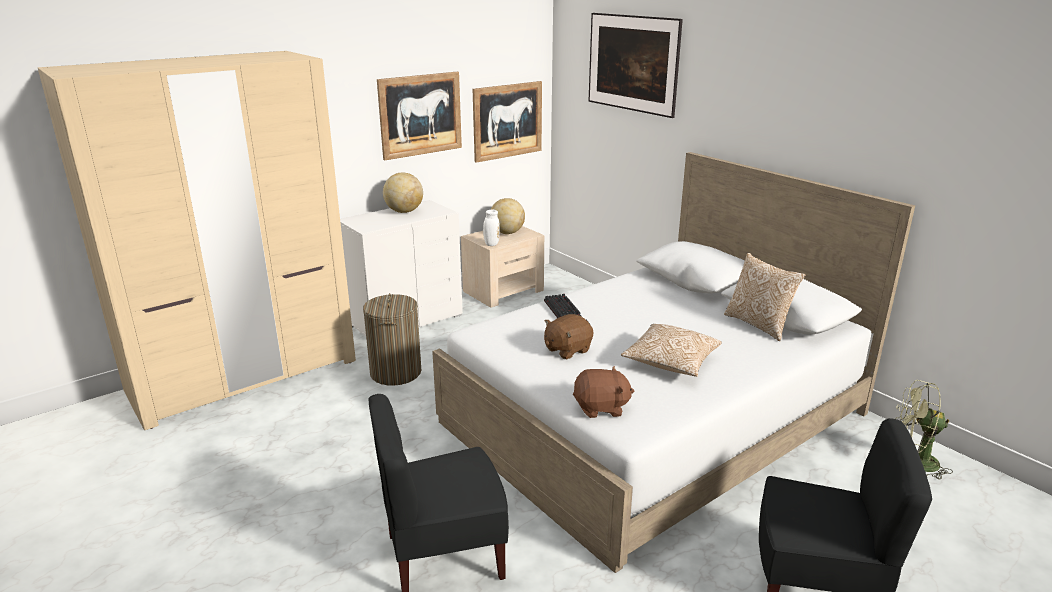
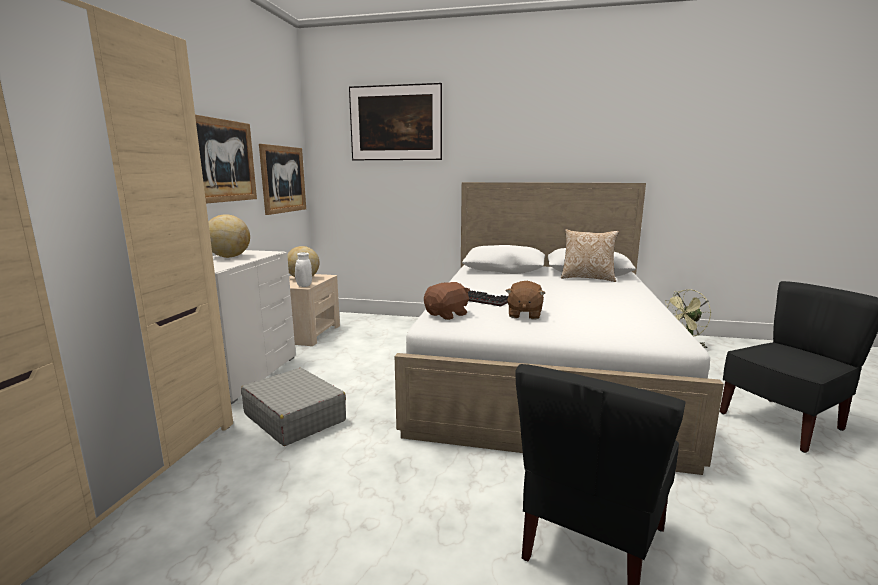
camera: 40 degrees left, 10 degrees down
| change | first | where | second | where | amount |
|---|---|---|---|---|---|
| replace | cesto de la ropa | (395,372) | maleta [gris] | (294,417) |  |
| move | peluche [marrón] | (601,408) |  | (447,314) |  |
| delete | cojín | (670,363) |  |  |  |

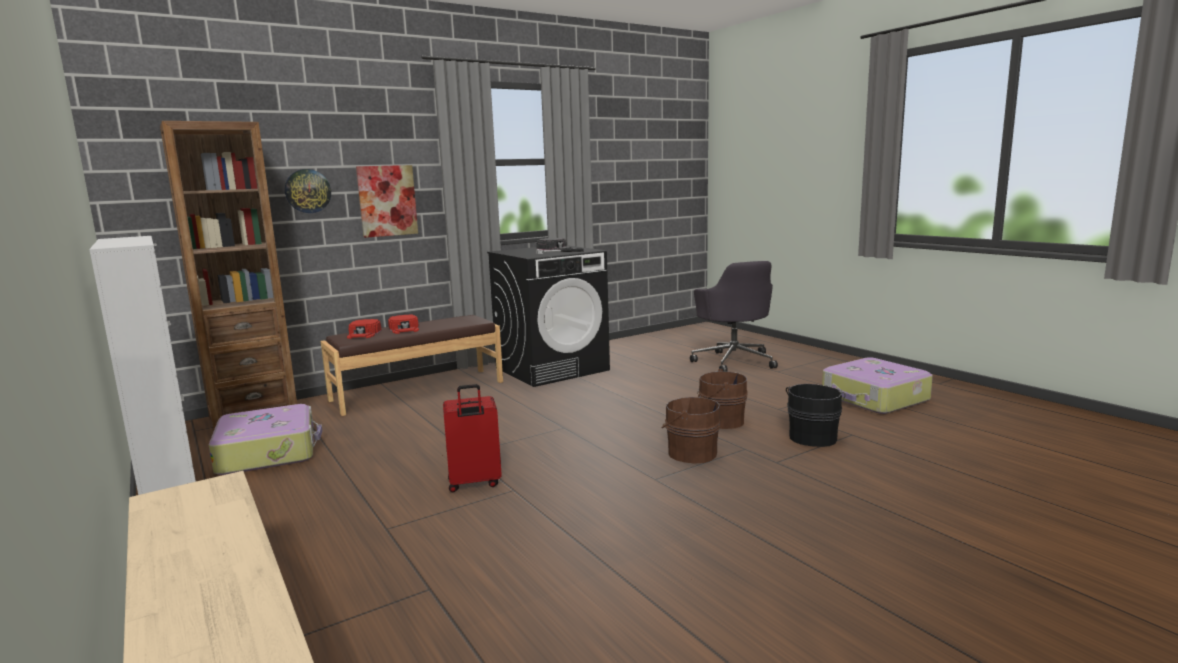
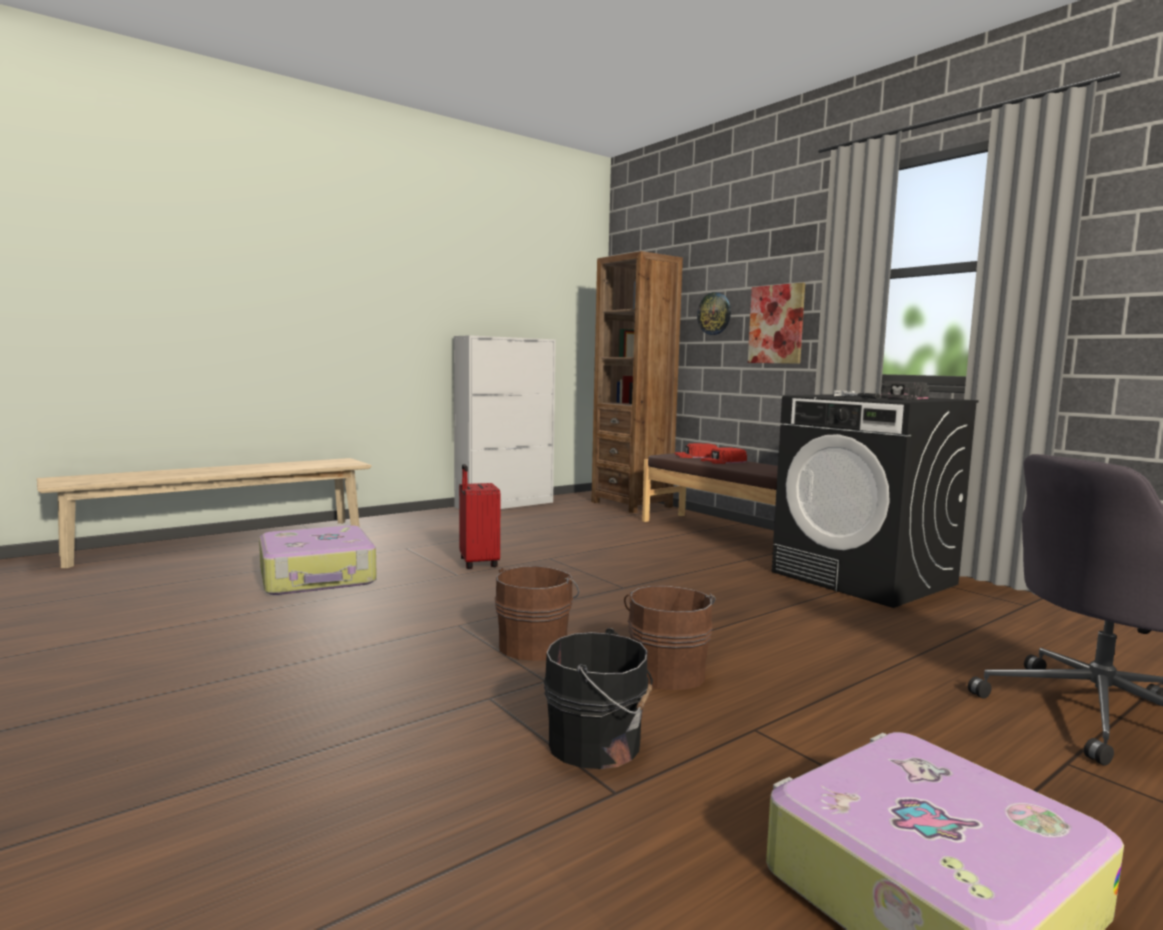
camera: 85 degrees right, 5 degrees down
| change | first | where | second | where | amount |
|---|---|---|---|---|---|
| move | maleta | (268,452) |  | (318,577) |  |

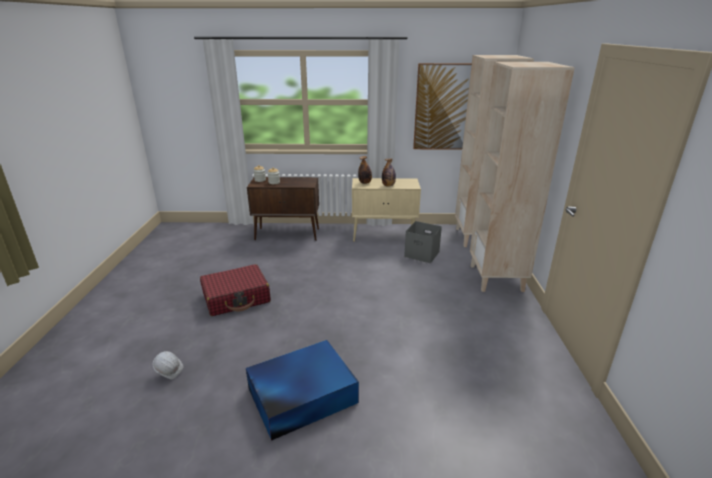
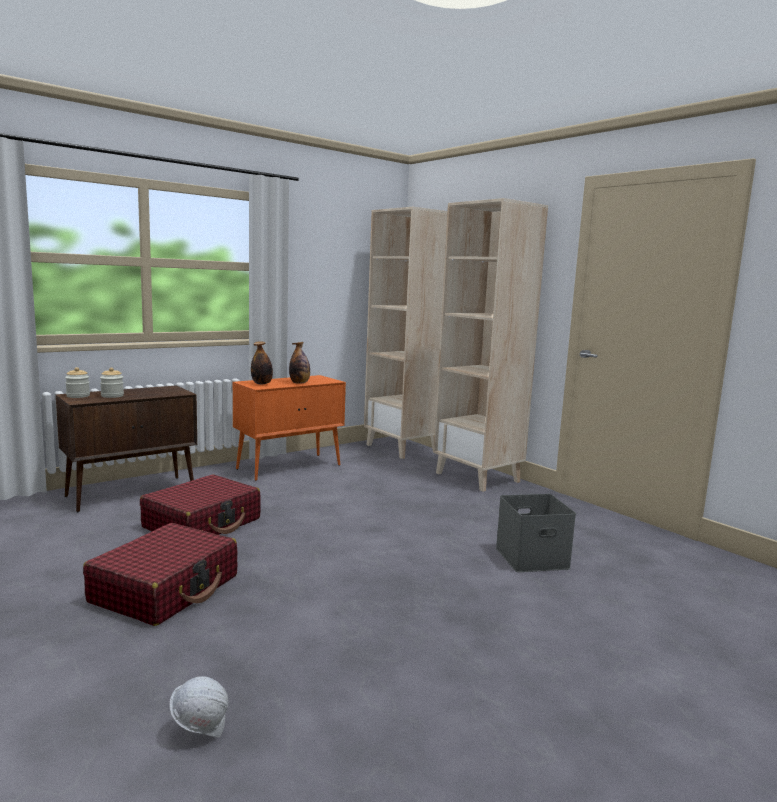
camera: 40 degrees left, 15 degrees down
| change | first | where | second | where | amount |
|---|---|---|---|---|---|
| insert |  |  | maleta [rojo] | (203,523) |  |
| recolor | armario [beis] | (384,236) | armario [naranja] | (290,467) |  |
| move | caja de almacenaje [gris] | (422,254) |  | (532,557) |  |
| delete | caja de almacenaje [azul] | (301,395) |  |  |  |
| delete | cuadro | (443,107) |  |  |  |

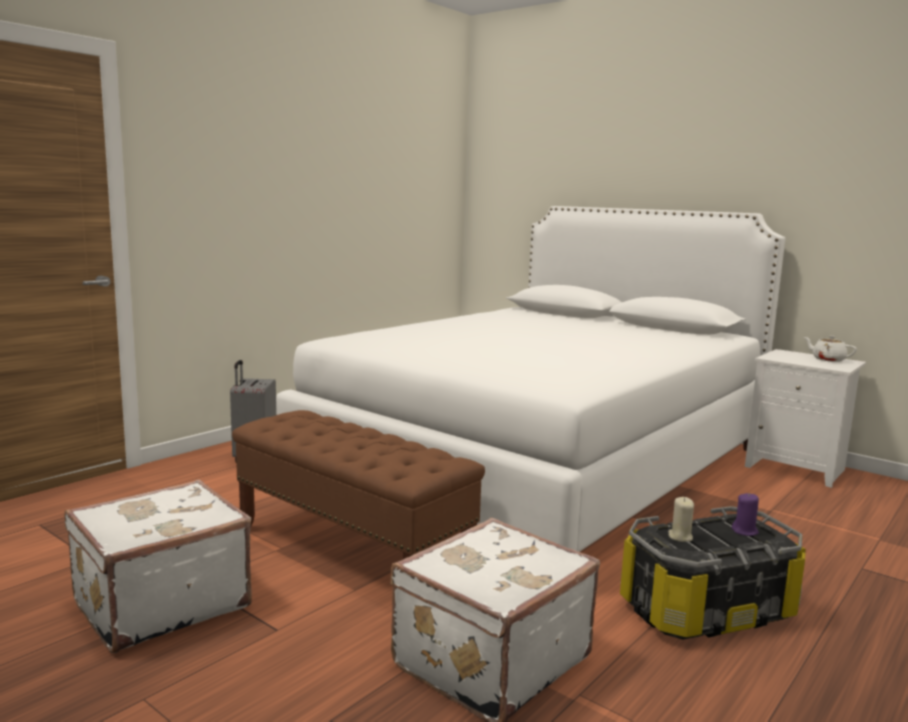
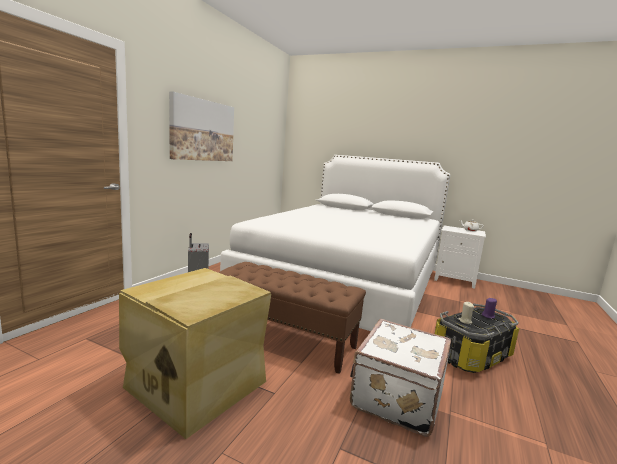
camera: 15 degrees left, 0 degrees up
| change | first | where | second | where | amount |
|---|---|---|---|---|---|
| replace | maleta [blanco] | (160,603) | caja de almacenaje [beis] | (194,384) |  |
| insert |  |  | cuadro | (203,130) |  |

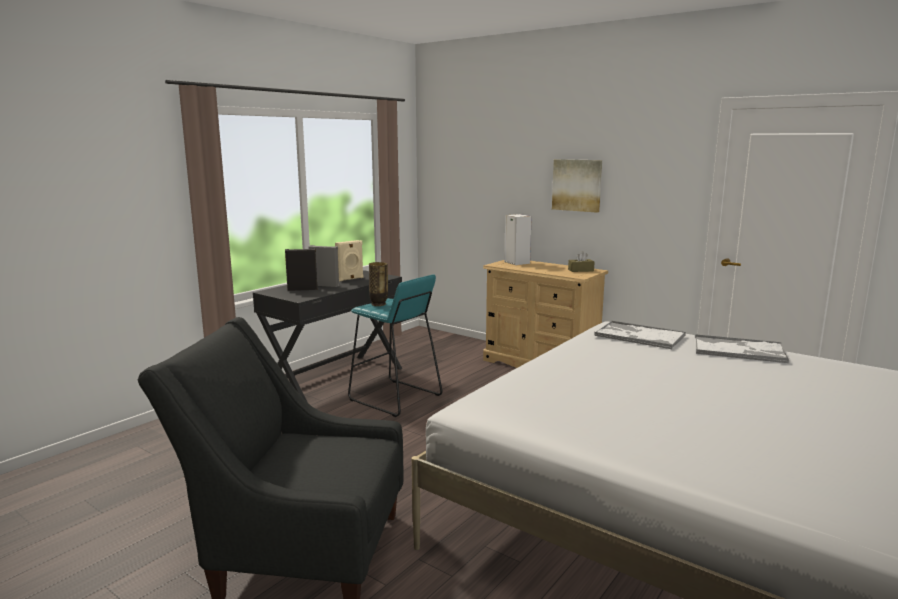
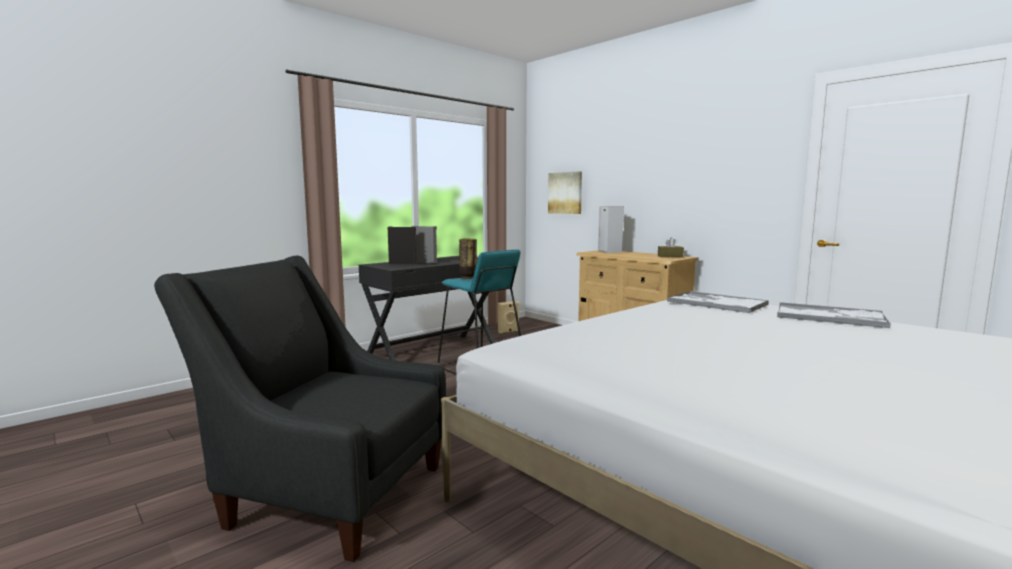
camera: 10 degrees right, 5 degrees down
| change | first | where | second | where | amount |
|---|---|---|---|---|---|
| move | altavoz [beis] | (350,279) |  | (508,331) |  |
| move | cuadro | (577,185) |  | (565,193) |  |

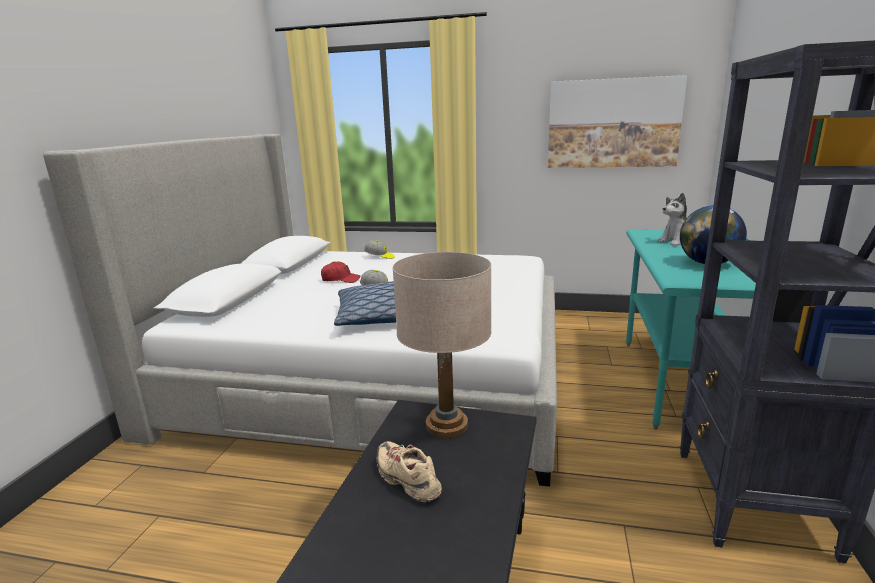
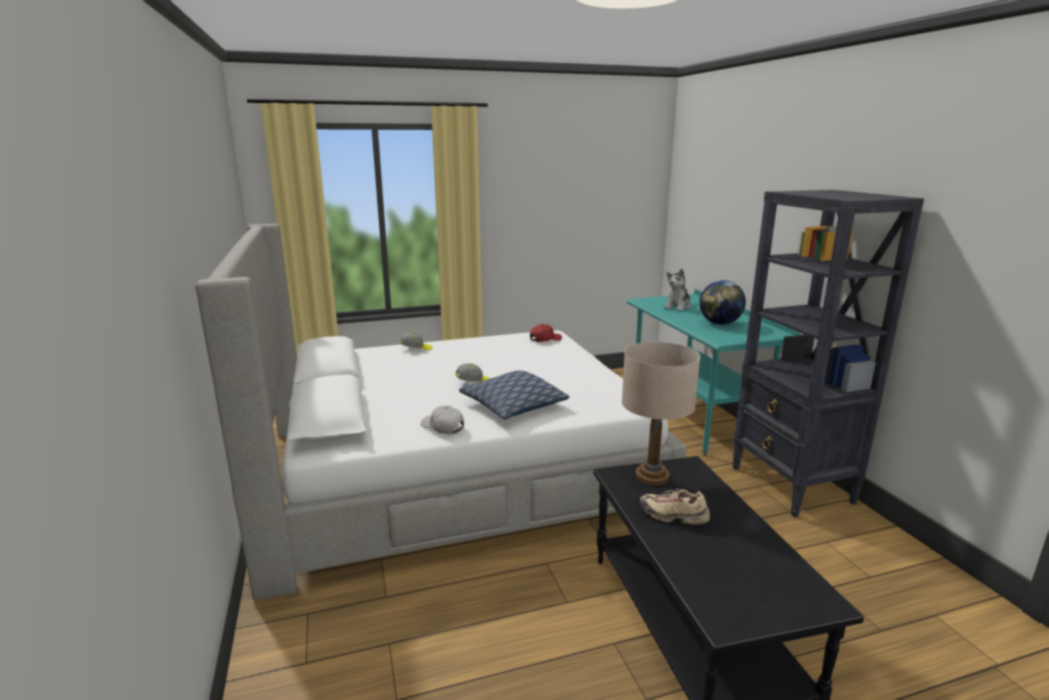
camera: 30 degrees left, 0 degrees up
| change | first | where | second | where | amount |
|---|---|---|---|---|---|
| insert |  |  | gorra [blanco] | (443,427) |  |
| move | gorra [rojo] | (340,279) |  | (545,339) |  |
| delete | cuadro | (613,123) |  |  |  |

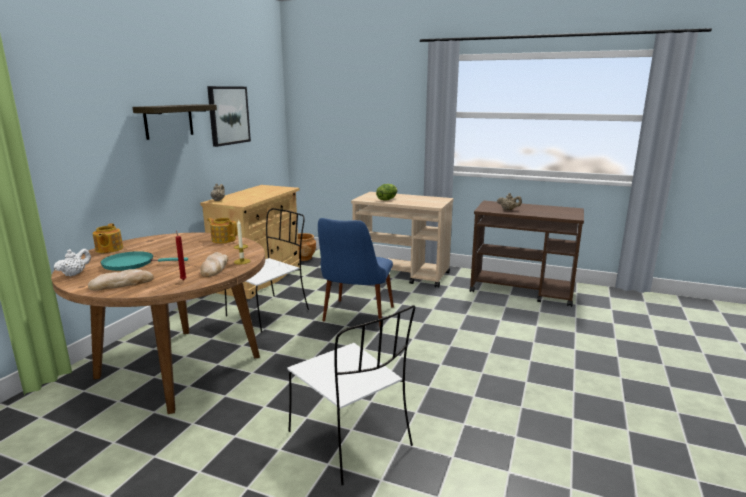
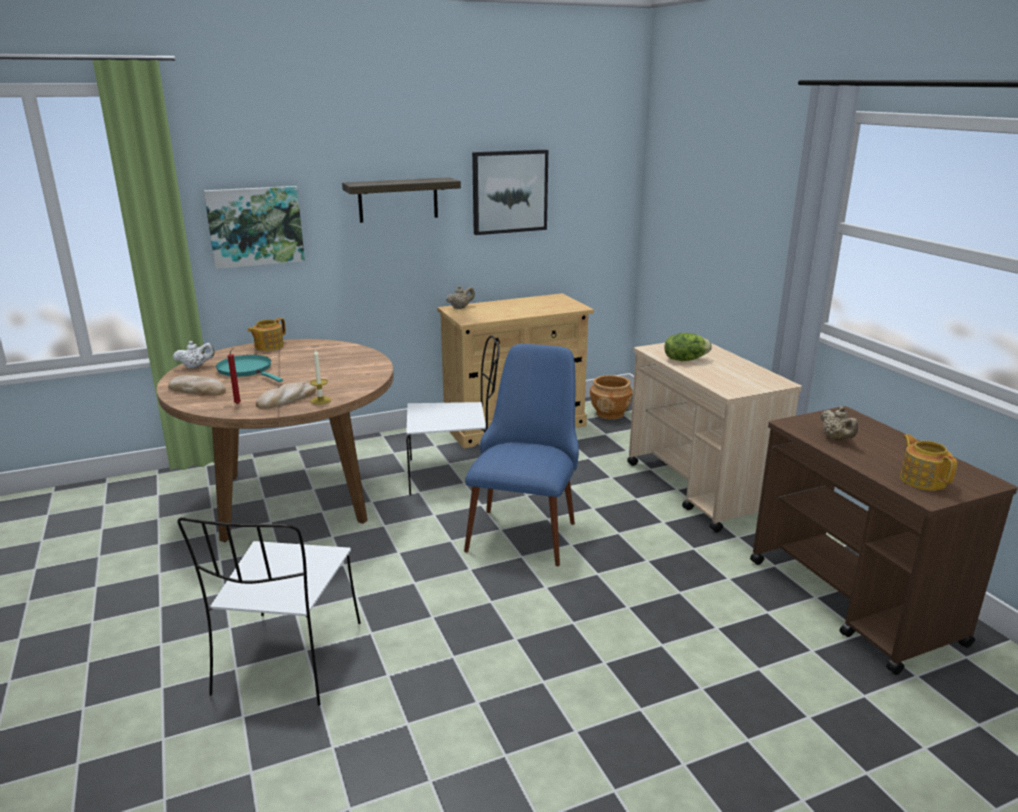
camera: 45 degrees right, 5 degrees up
| change | first | where | second | where | amount |
|---|---|---|---|---|---|
| insert |  |  | cuadro | (255,226) |  |
| rotate | silla [azul] | (355,319) |  | (526,526) | 135 degrees clockwise |
| move | tetera | (223,239) |  | (922,480) |  |

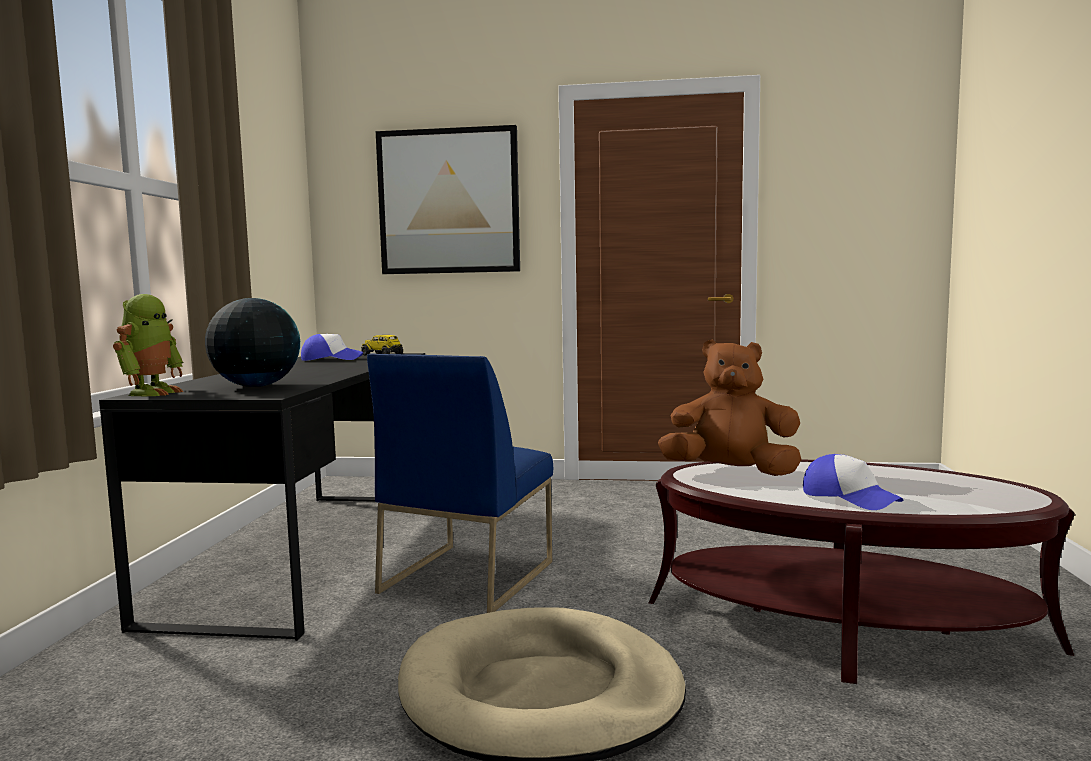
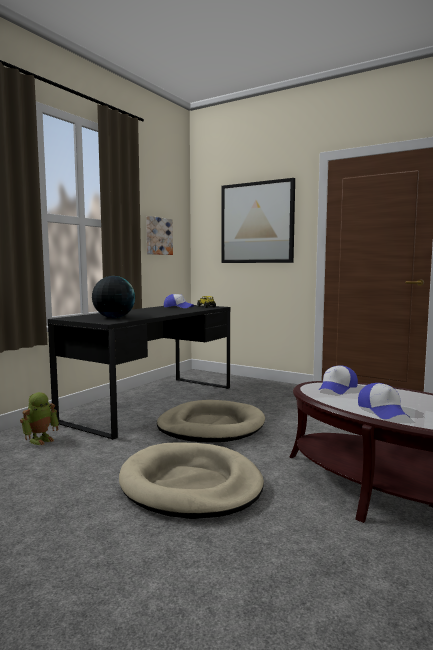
camera: 25 degrees right, 0 degrees up
| change | first | where | second | where | amount |
|---|---|---|---|---|---|
| move | robot de juguete | (152,393) |  | (41,440) |  |
| insert |  |  | cuadro | (158,236) |  |
| replace | silla [azul] | (467,576) | cama para perro [beis] | (211,426) |  |
| replace | peluche [marrón] | (730,473) | gorra | (337,388) |  |

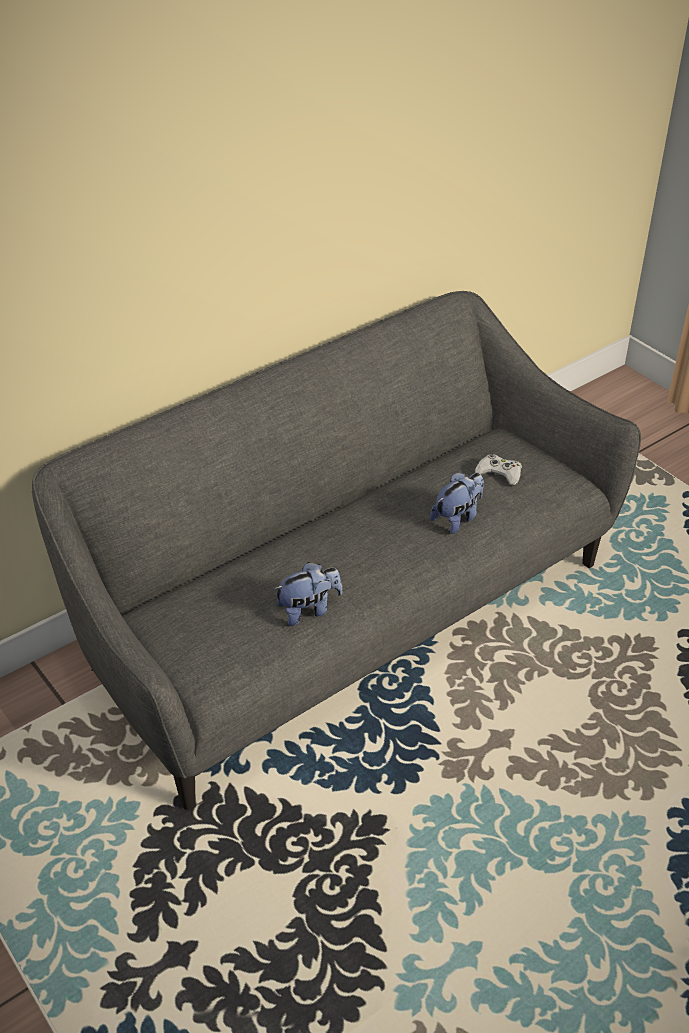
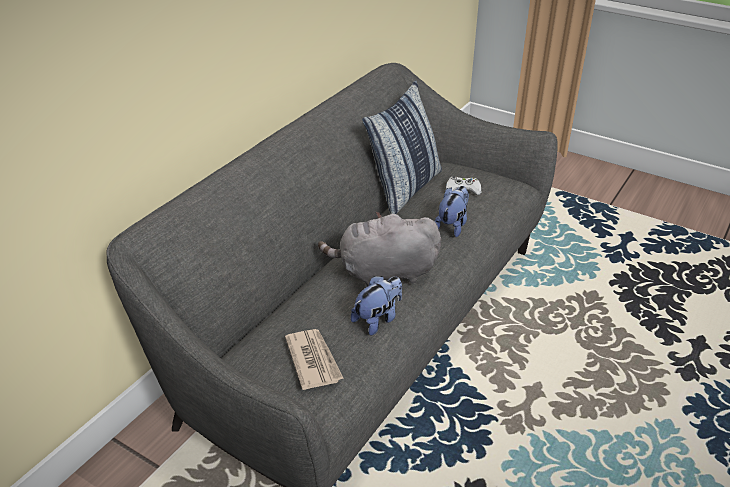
camera: 20 degrees left, 5 degrees down
| change | first | where | second | where | amount |
|---|---|---|---|---|---|
| insert |  |  | periódico | (313,360) |  |
| insert |  |  | peluche [gris] | (383,273) |  |
| insert |  |  | cojín | (404,189) |  |

